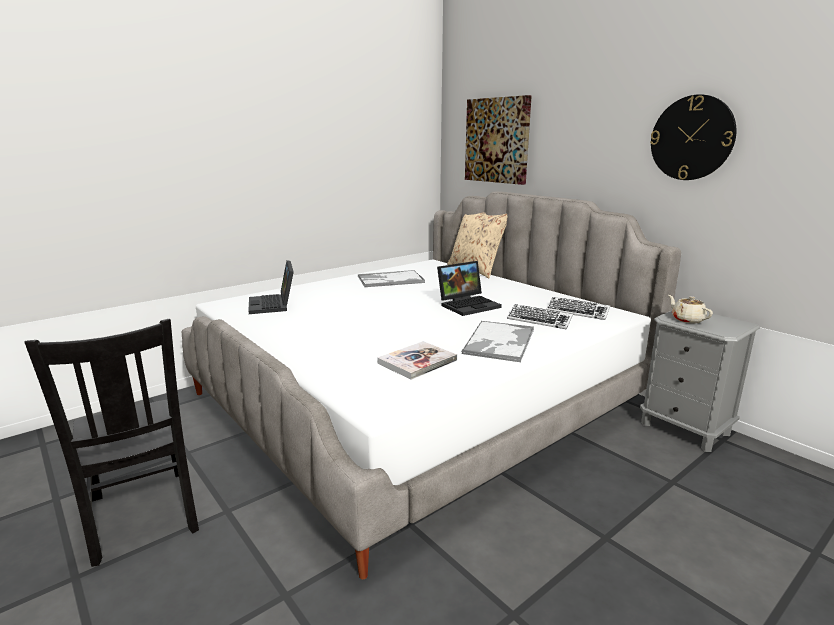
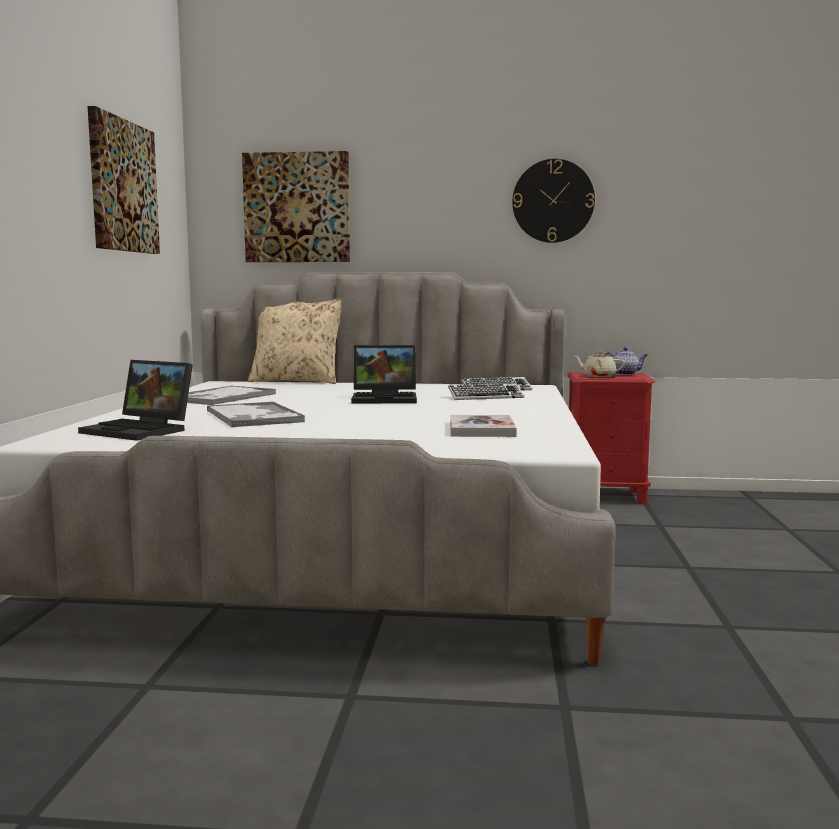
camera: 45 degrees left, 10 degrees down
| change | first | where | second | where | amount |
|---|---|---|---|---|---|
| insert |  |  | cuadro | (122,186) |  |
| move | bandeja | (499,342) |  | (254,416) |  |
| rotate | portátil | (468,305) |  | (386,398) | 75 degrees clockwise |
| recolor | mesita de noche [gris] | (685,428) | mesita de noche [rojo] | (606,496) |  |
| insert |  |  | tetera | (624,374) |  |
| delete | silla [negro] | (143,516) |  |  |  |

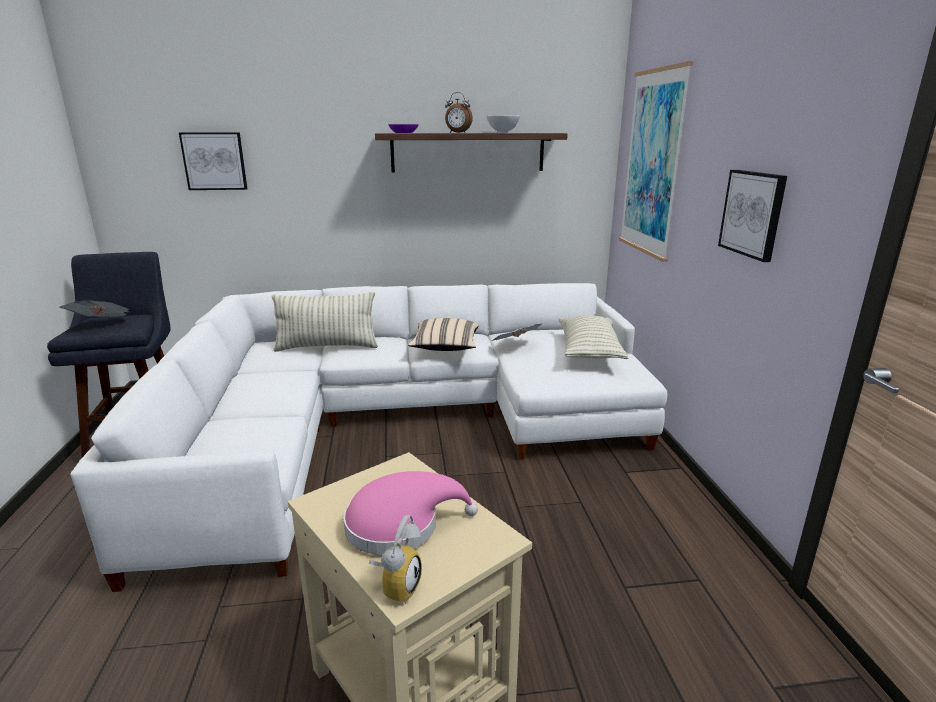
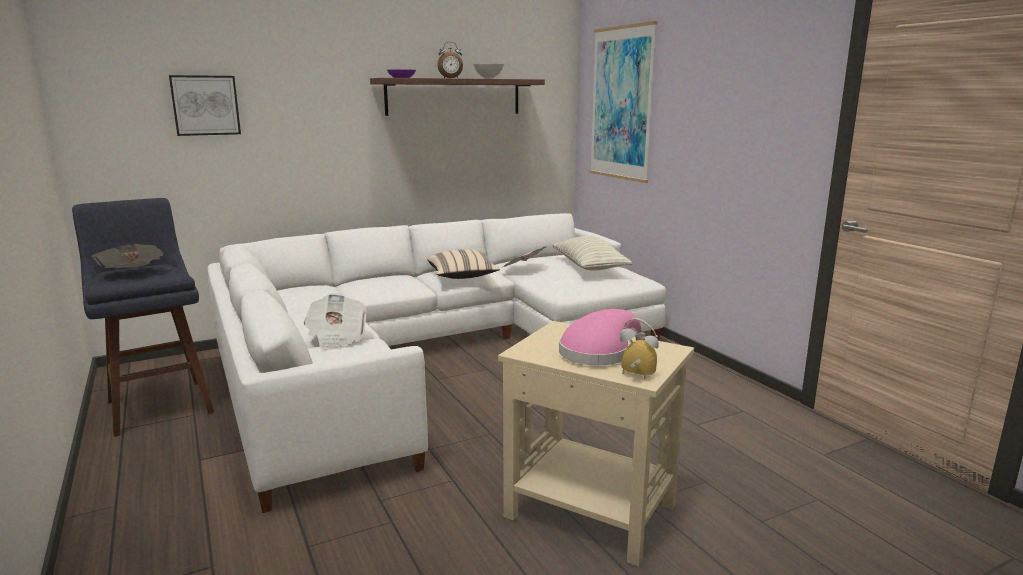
camera: 20 degrees left, 5 degrees down
| change | first | where | second | where | amount |
|---|---|---|---|---|---|
| insert |  |  | periódico | (336,338) |  |
| rotate | despertador | (397,586) |  | (635,376) | 60 degrees counterclockwise |
| delete | cojín | (327,347) |  |  |  |
| delete | cuadro | (752,213) |  |  |  |

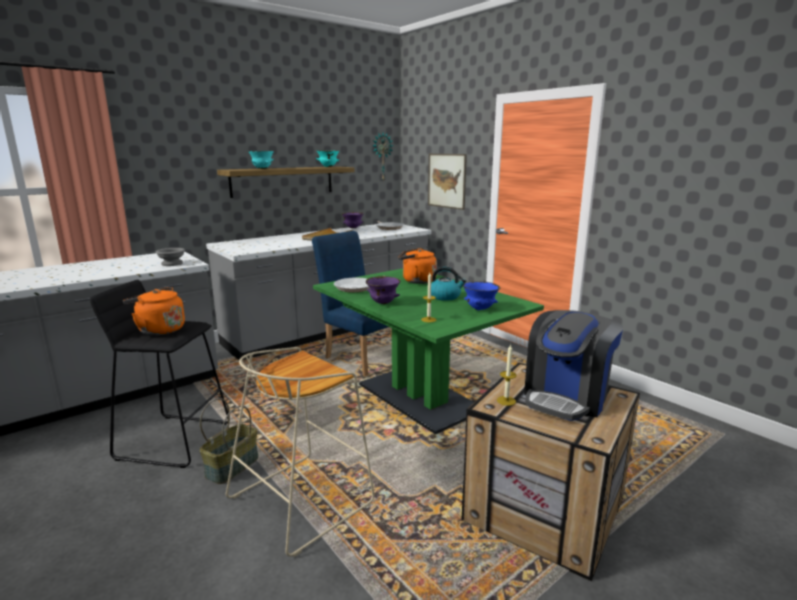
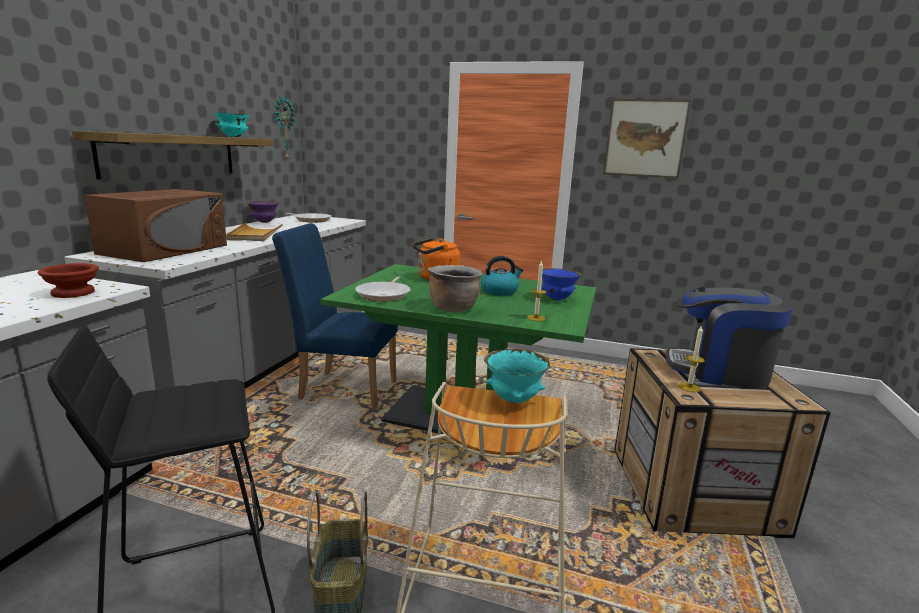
camera: 35 degrees left, 0 degrees up
| change | first | where | second | where | amount |
|---|---|---|---|---|---|
| recolor | cuenco [gris] | (171,264) | cuenco [marrón] | (73,293) |  |
| insert |  |  | microondas [marrón] | (165,249) |  |
| replace | cuenco [morado] | (382,303) | olla [marrón] | (453,308) |  |
| move | cuenco [turquesa] | (262,169) |  | (514,399) |  |
| move | cuadro | (446,181) |  | (645,138) |  |
| rotate | cafetera | (566,397) |  | (719,371) | 105 degrees clockwise |
| delete | hervidor [naranja] | (159,330) |  |  |  |

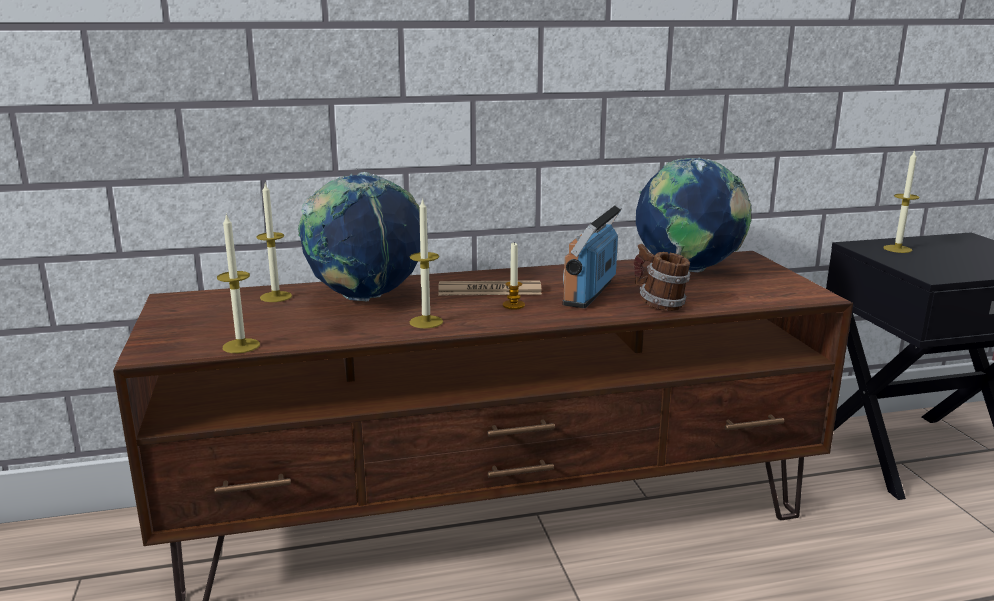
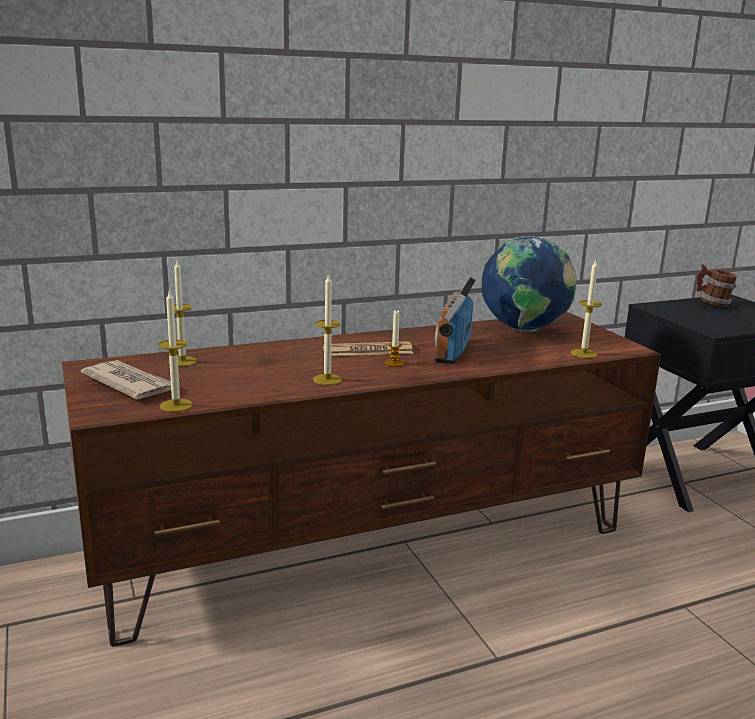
camera: 10 degrees left, 0 degrees up
| change | first | where | second | where | amount |
|---|---|---|---|---|---|
| insert |  |  | periódico | (130,384) |  |
| move | vela | (897,249) |  | (583,353) |  |
| move | taza grande | (659,305) |  | (712,304) |  |
| delete | globo terráqueo | (364,298) |  |  |  |

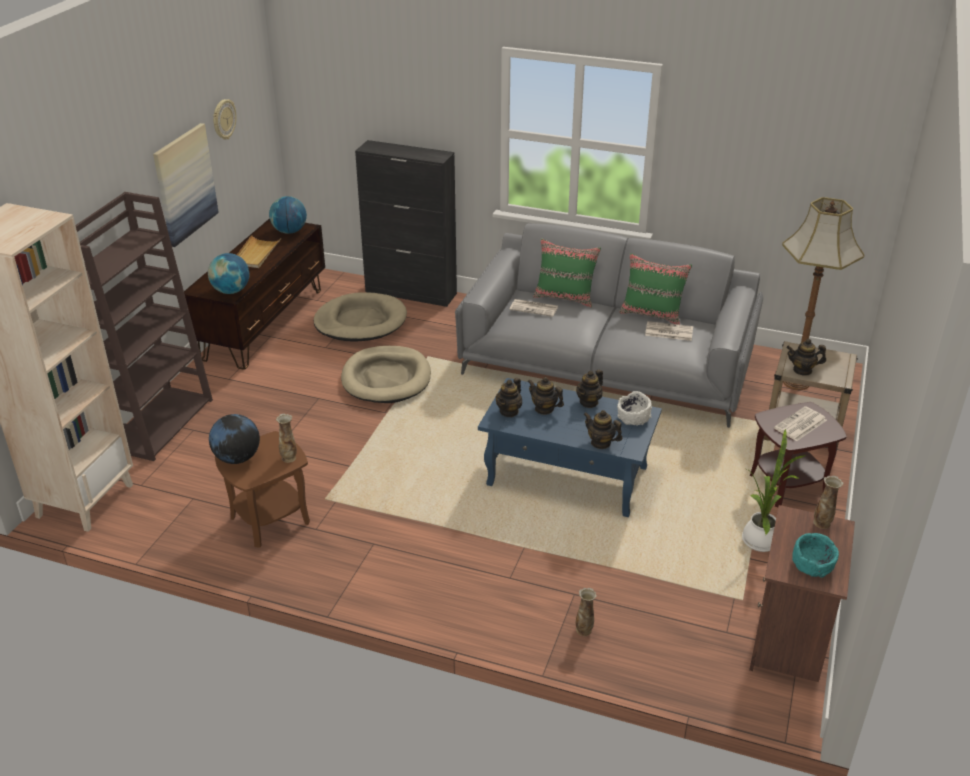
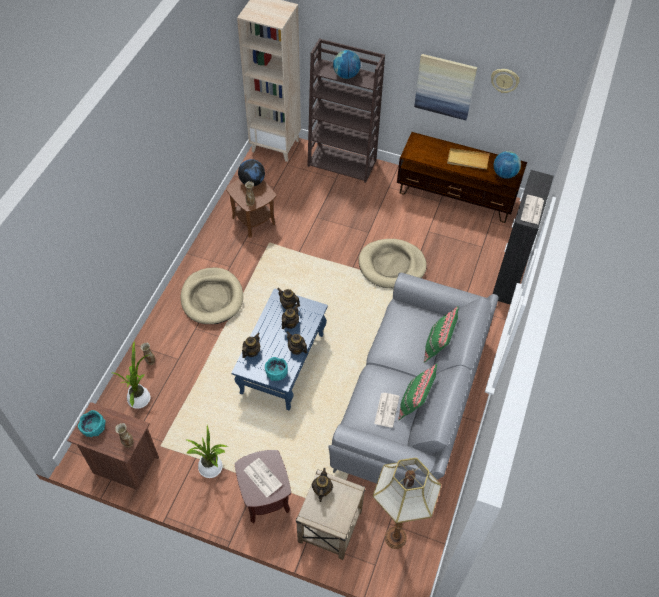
camera: 90 degrees right, 20 degrees up
| change | first | where | second | where | amount |
|---|---|---|---|---|---|
| insert |  |  | planta en maceta | (140,397) |  |
| move | cama para perro [beis] | (360,322) |  | (212,298) |  |
| recolor | cuenco [blanco] | (633,419) | cuenco [turquesa] | (276,373) |  |
| move | globo terráqueo | (231,291) |  | (346,75) |  |
| move | periódico | (534,308) |  | (532,210) |  |

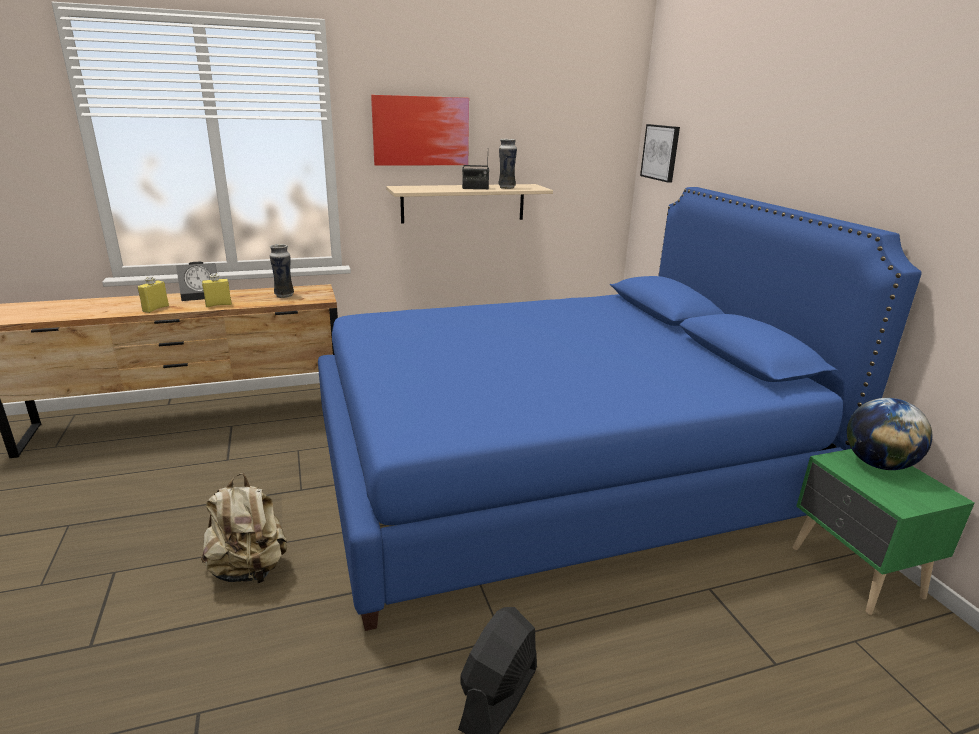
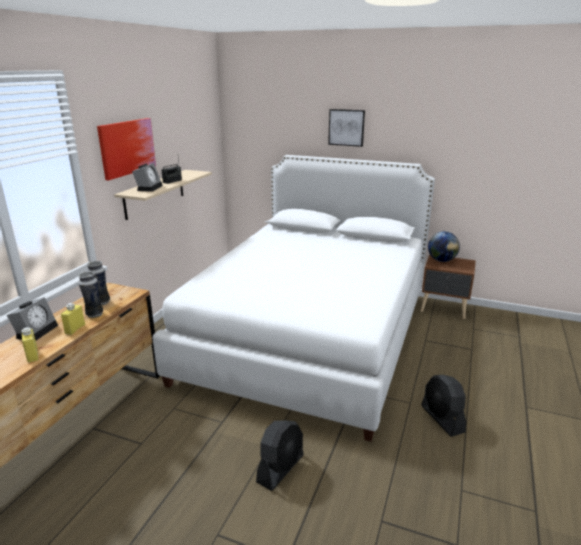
camera: 50 degrees left, 0 degrees up
| change | first | where | second | where | amount |
|---|---|---|---|---|---|
| move | florero | (506,188) |  | (94,314) |  |
| insert |  |  | despertador | (149,188) |  |
| recolor | cama [azul] | (553,471) | cama [blanco] | (310,334) |  |
| replace | mochila [beis] | (249,569) | ventilador [negro] | (280,468) |  |
| move | cuadro | (661,152) |  | (346,127) |  |
| recolor | mesita de noche [verde] | (855,574) | mesita de noche [marrón] | (444,309) |  |

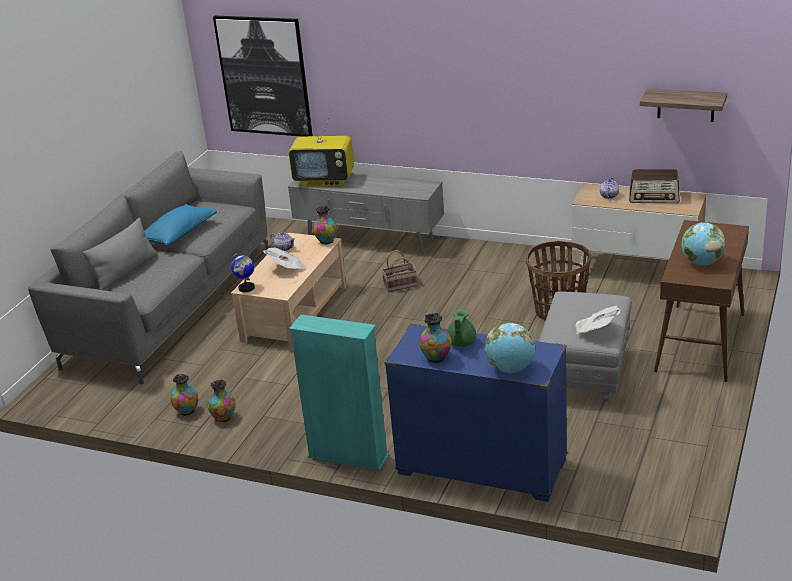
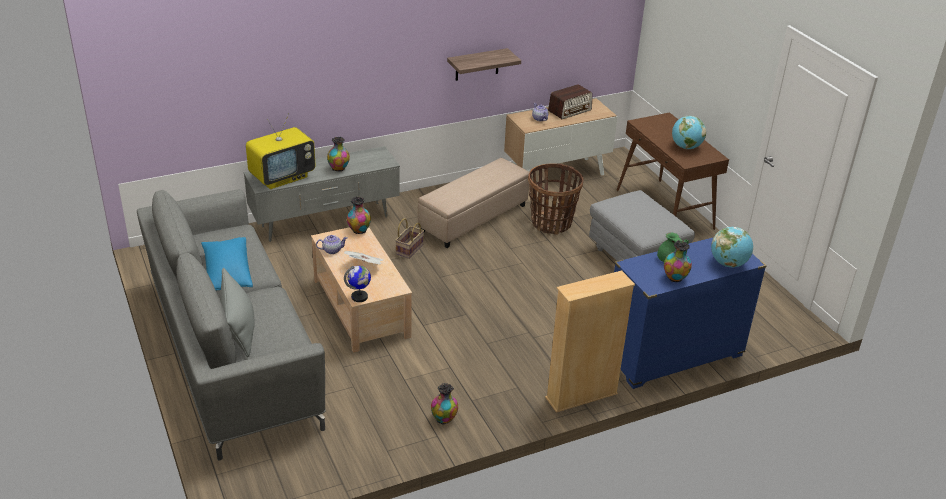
camera: 50 degrees left, 5 degrees up
| change | first | where | second | where | amount |
|---|---|---|---|---|---|
| move | florero | (187,411) |  | (339,169) |  |
| insert |  |  | puf [beis] | (473,218) |  |
| move | estante | (686,105) |  | (477,64) |  |
| recolor | estantería [turquesa] | (348,456) | estantería [beis] | (581,396) |  |
| delete | cuadro | (264,76) |  |  |  |
| delete | periódico | (596,330) |  |  |  |

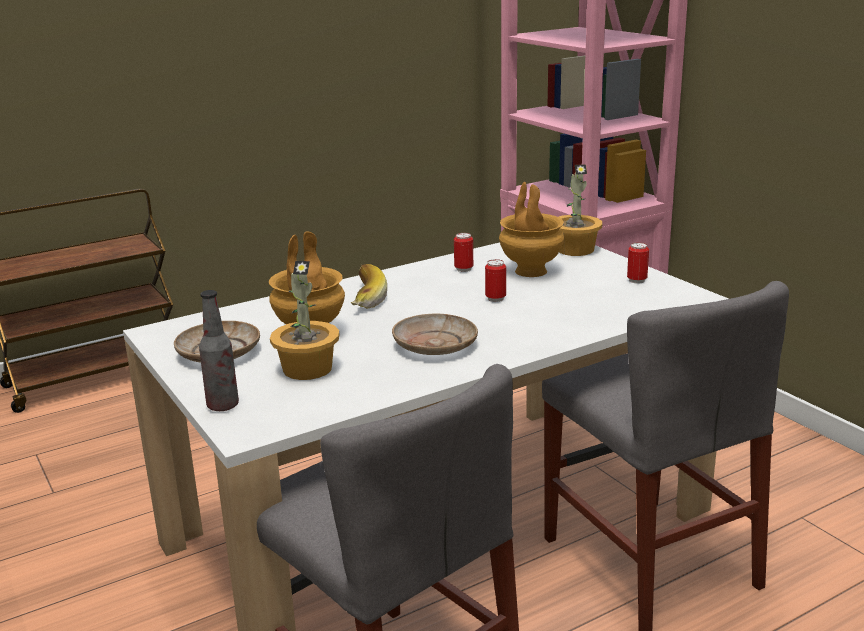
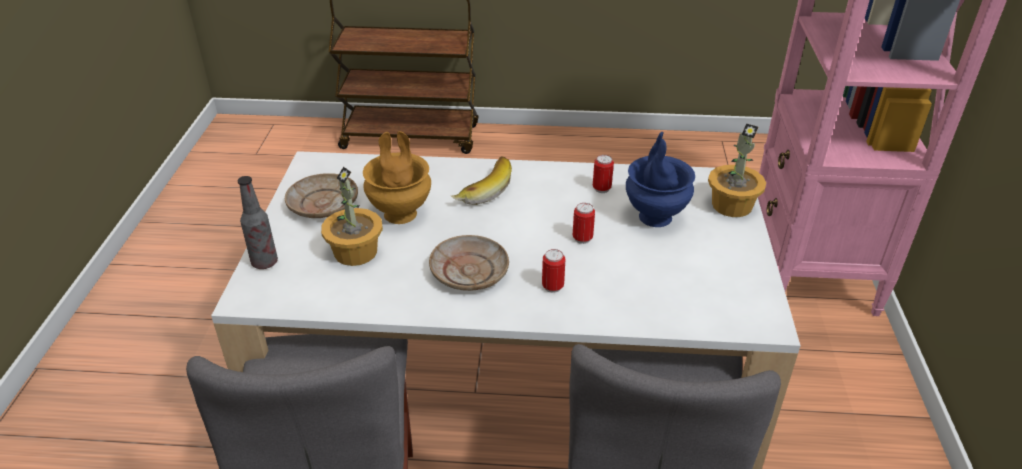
camera: 35 degrees right, 15 degrees up
| change | first | where | second | where | amount |
|---|---|---|---|---|---|
| move | lata | (636,280) |  | (552,287) |  |
| recolor | florero [marrón] | (530,271) | florero [azul] | (654,216) |  |

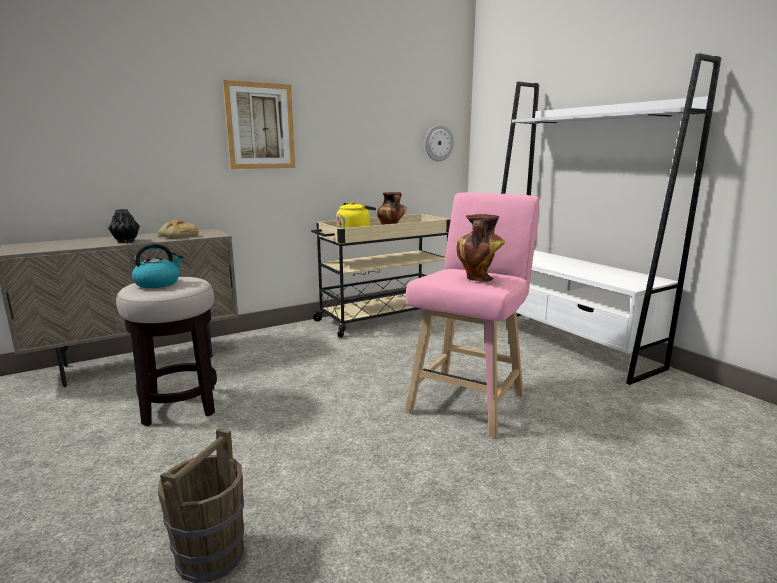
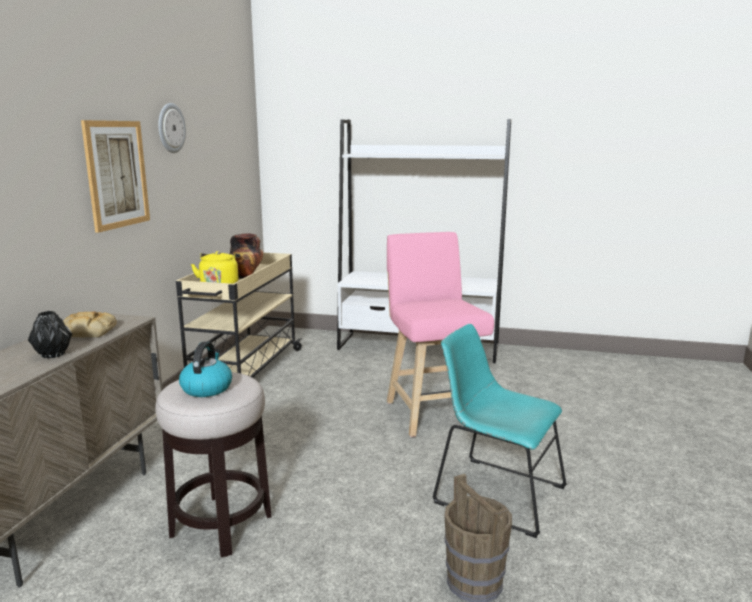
camera: 45 degrees left, 0 degrees up
| change | first | where | second | where | amount |
|---|---|---|---|---|---|
| move | reloj de pared | (438,143) |  | (170,128) |  |
| insert |  |  | silla [turquesa] | (494,493) |  |
| delete | florero | (479,278) |  |  |  |

